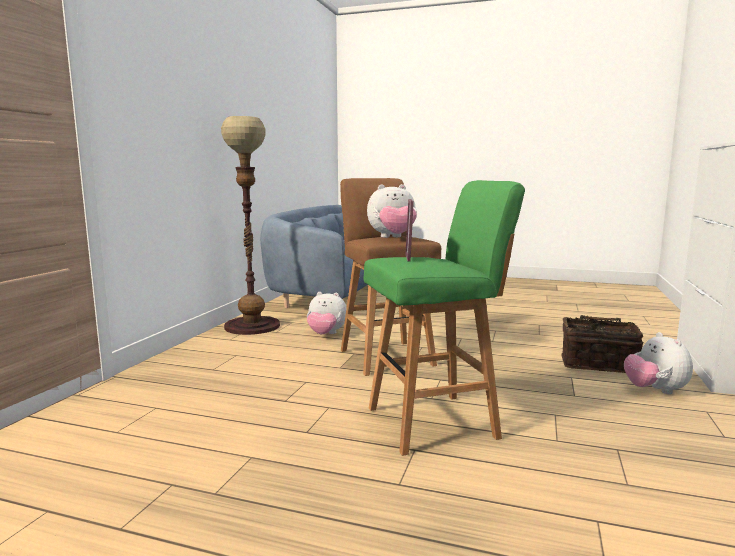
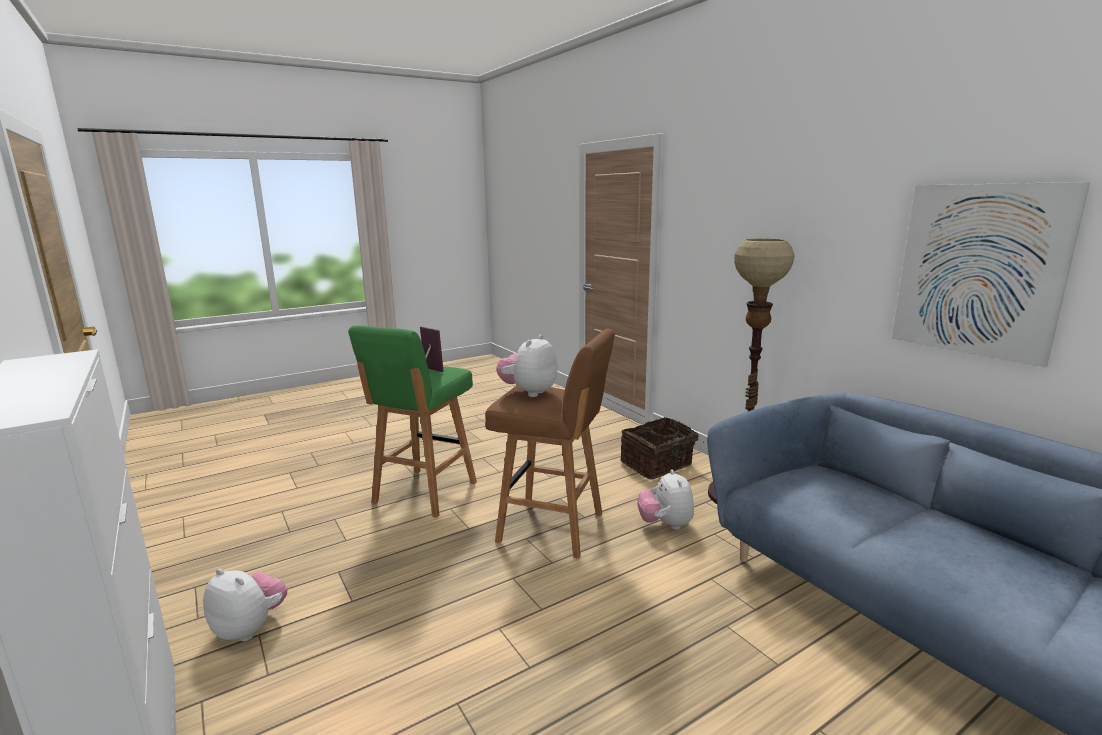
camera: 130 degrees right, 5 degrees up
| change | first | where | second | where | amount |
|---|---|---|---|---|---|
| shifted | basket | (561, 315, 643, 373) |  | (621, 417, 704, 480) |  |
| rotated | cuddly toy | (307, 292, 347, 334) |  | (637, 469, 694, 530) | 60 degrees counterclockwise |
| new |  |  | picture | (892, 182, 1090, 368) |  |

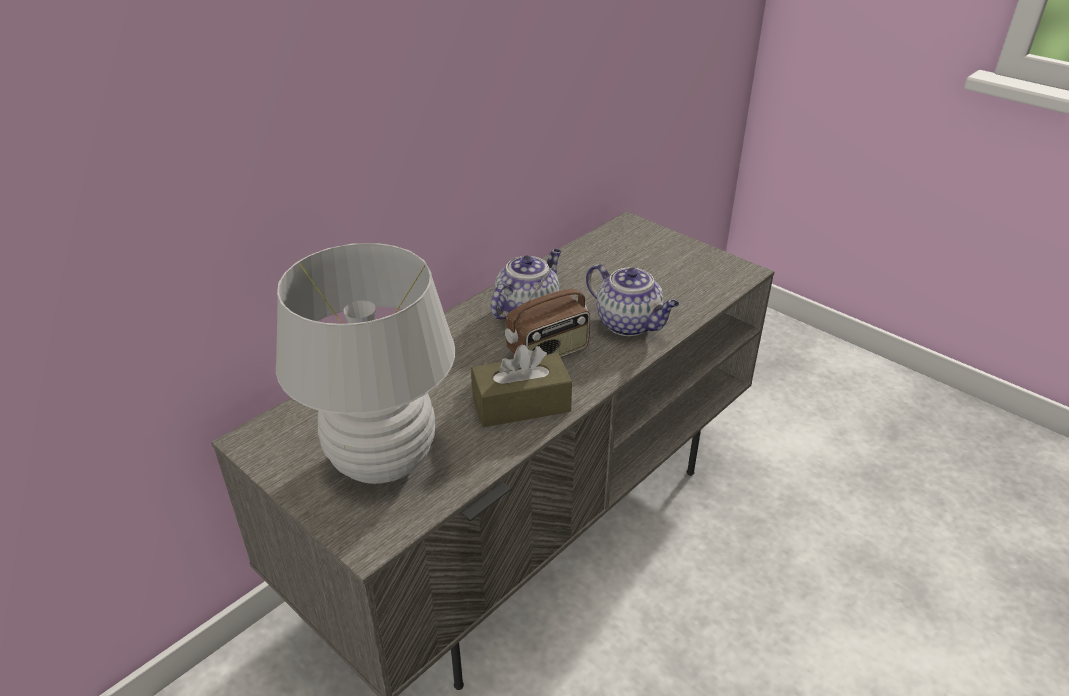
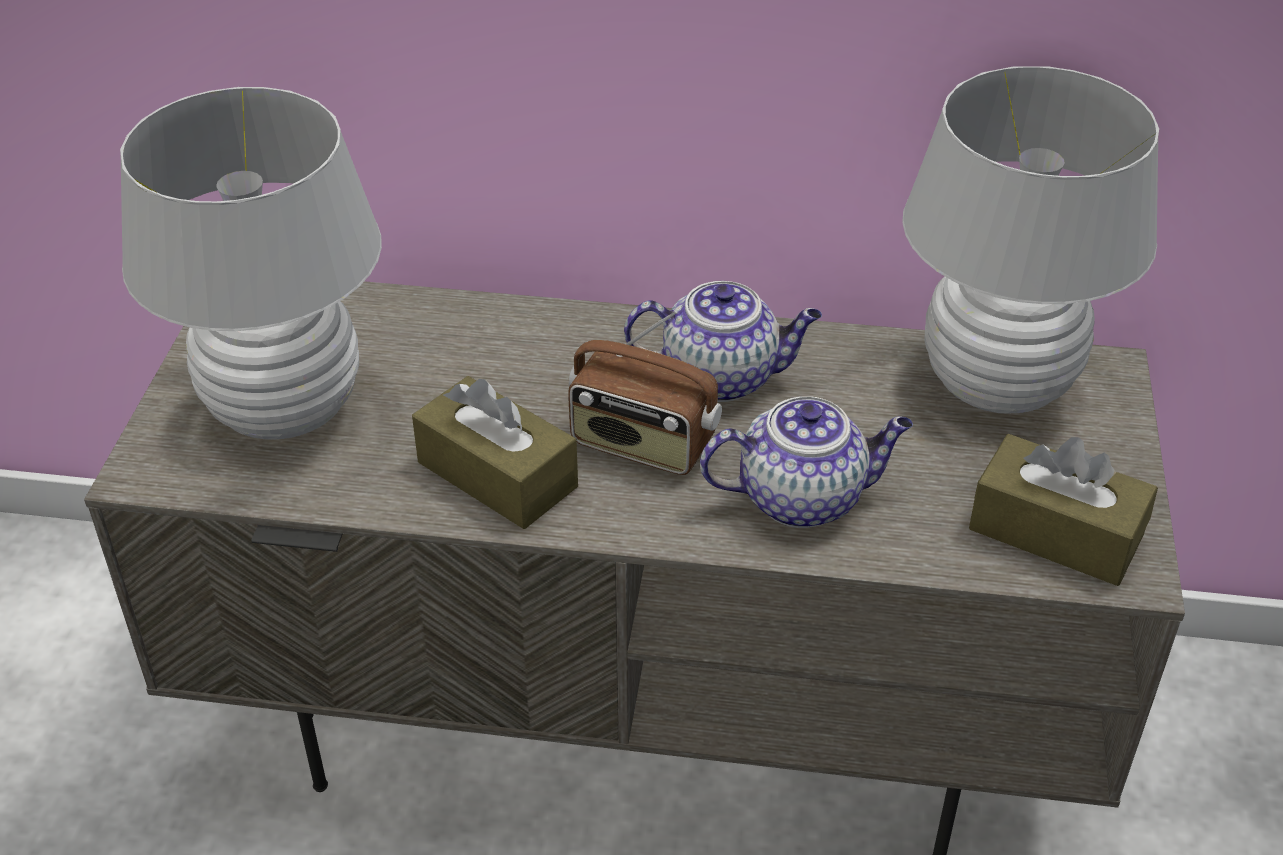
camera: 55 degrees right, 5 degrees up
| change | first | where | second | where | amount |
|---|---|---|---|---|---|
| rotated | tea pot | (586, 264, 679, 336) |  | (700, 396, 913, 528) | 105 degrees counterclockwise |
| new |  |  | table lamp/white-coloured | (902, 66, 1159, 413) |  |
| new |  |  | tissue box/brownish | (969, 434, 1158, 586) |  |

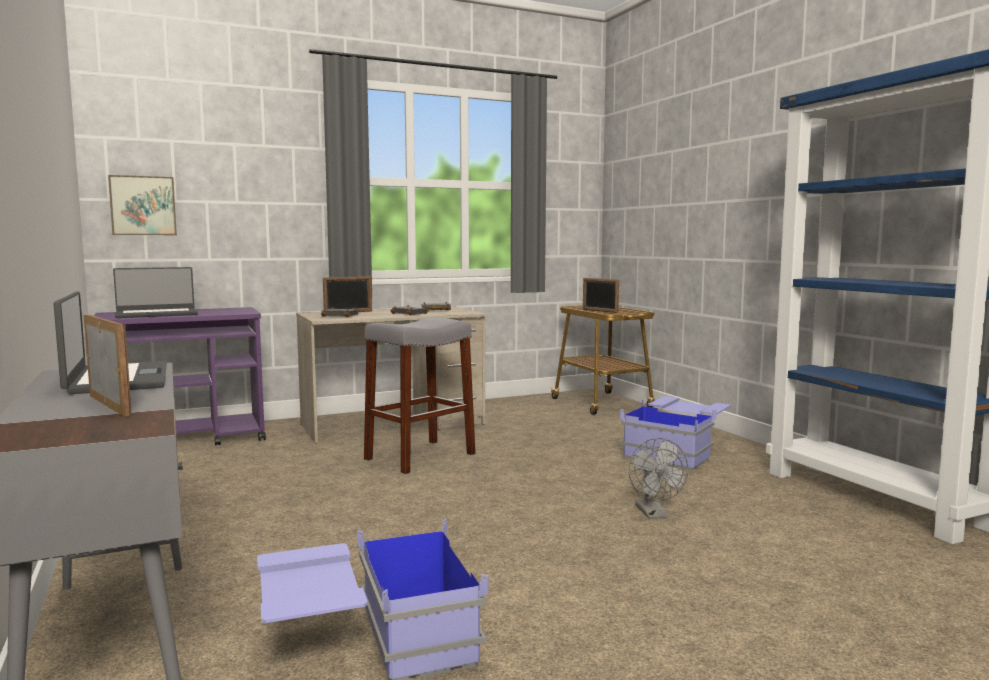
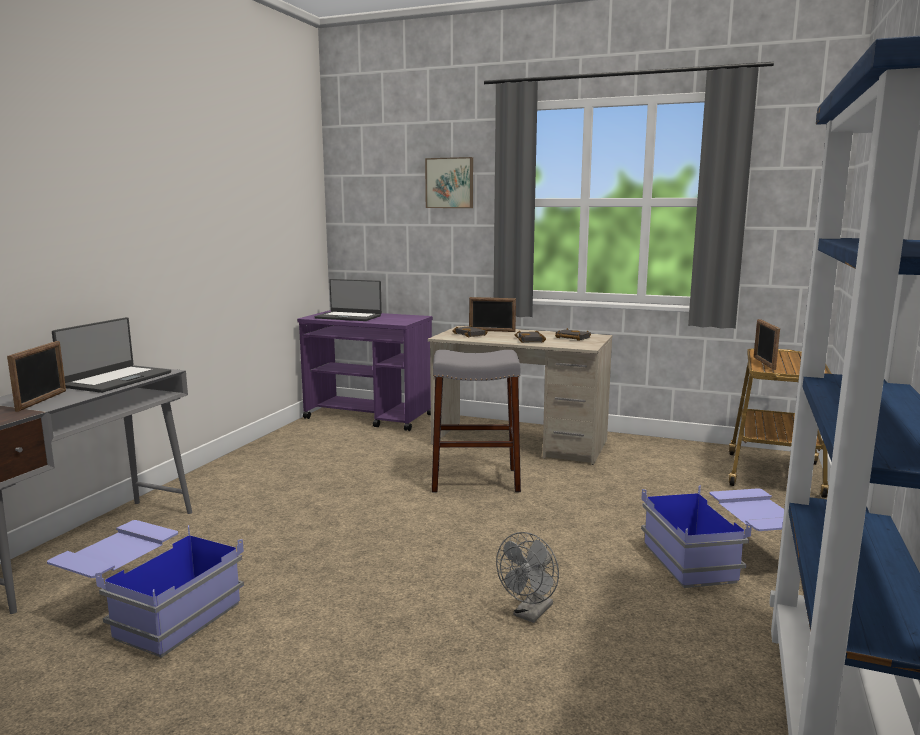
camera: 45 degrees right, 5 degrees up
| change | first | where | second | where | amount |
|---|---|---|---|---|---|
| shifted | picture | (108, 175, 177, 235) |  | (425, 157, 473, 208) |  |

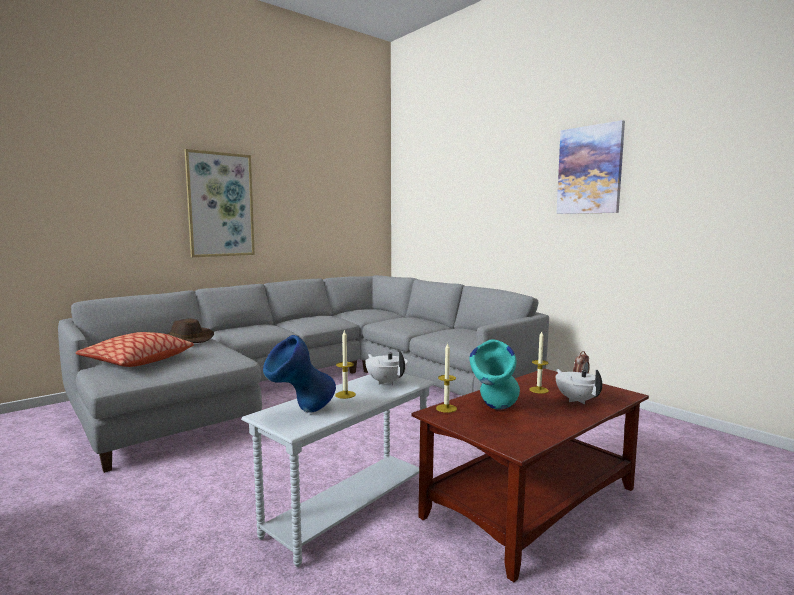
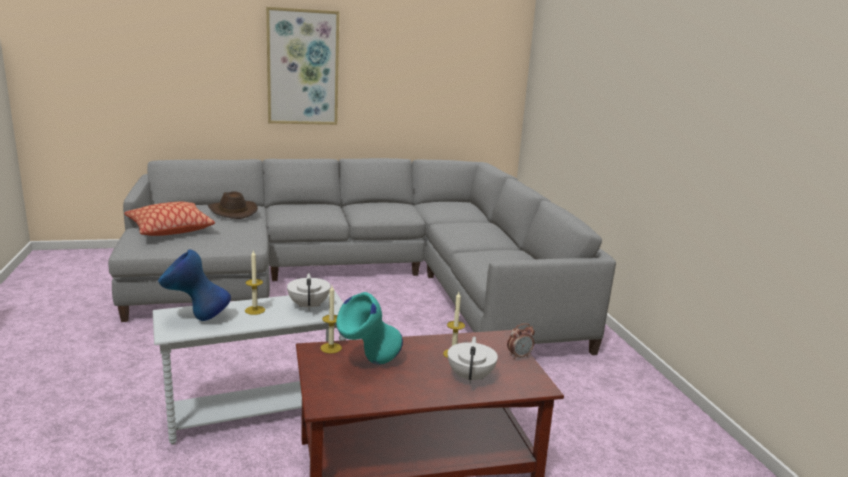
camera: 25 degrees right, 10 degrees up
| change | first | where | second | where | amount |
|---|---|---|---|---|---|
| gone | picture | (556, 120, 625, 214) |  |  |  |

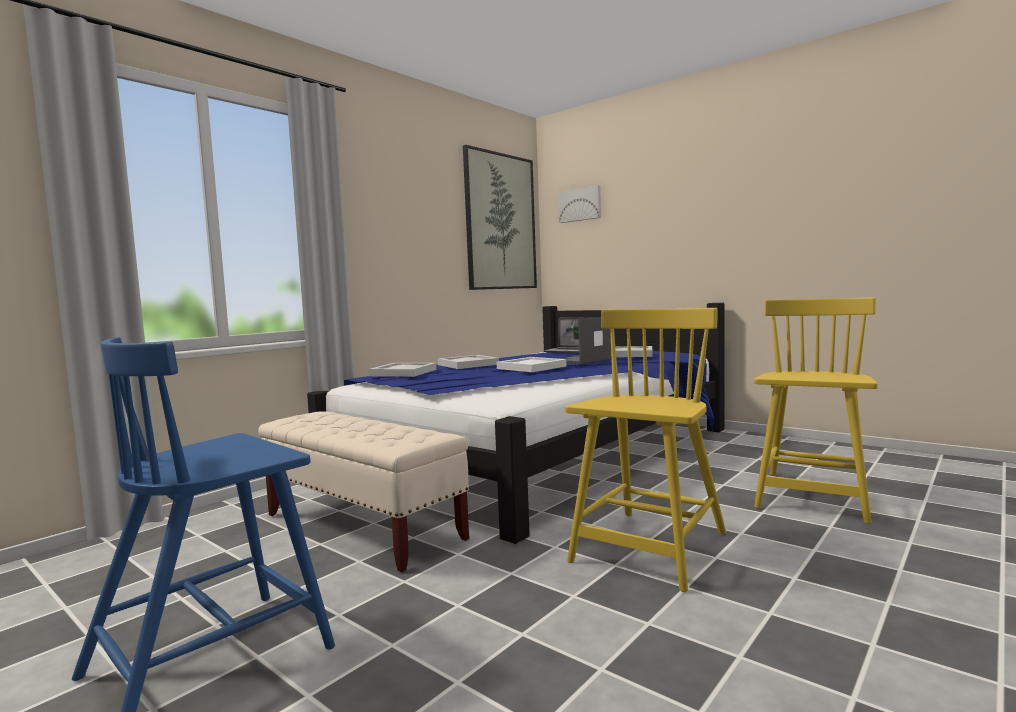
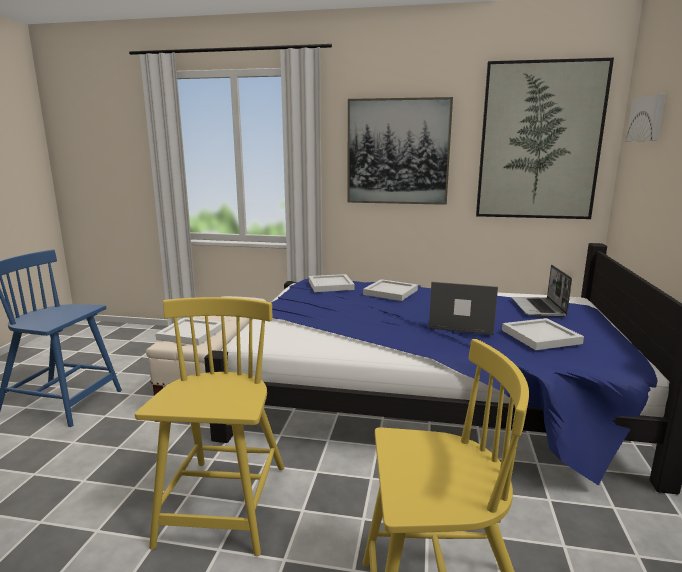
camera: 60 degrees right, 10 degrees up
| change | first | where | second | where | amount |
|---|---|---|---|---|---|
| rotated | plain chair/yellow | (565, 308, 726, 592) |  | (135, 297, 284, 556) | 90 degrees counterclockwise |
| shifted | serving tray/white-coloured | (497, 357, 566, 372) |  | (155, 318, 222, 345) |  |
| new |  |  | picture | (347, 97, 453, 205) |  |

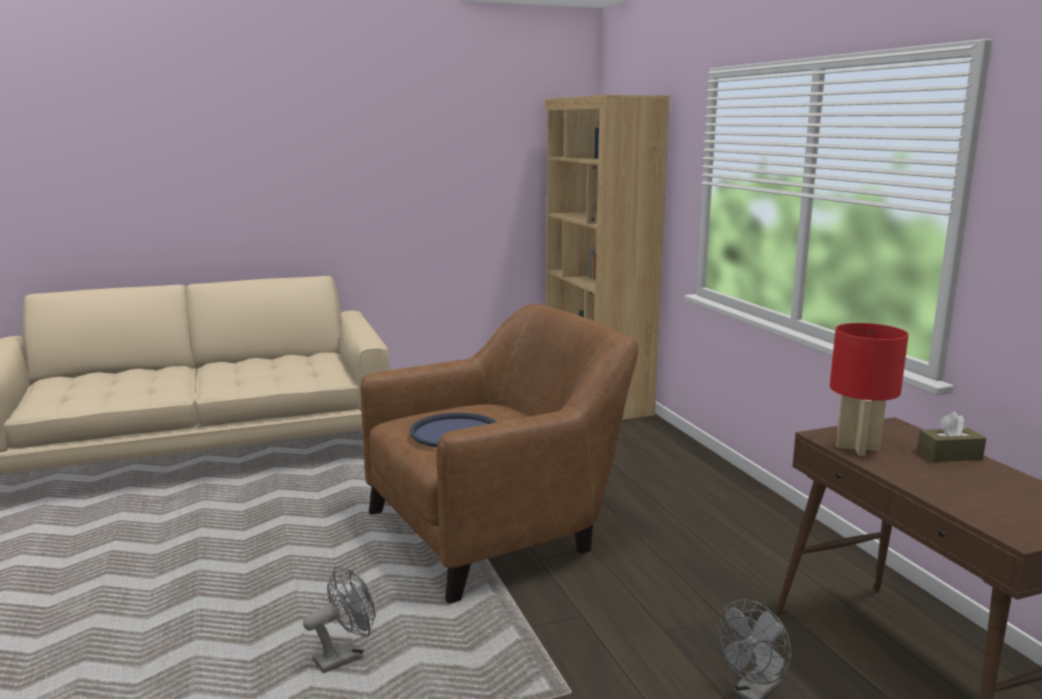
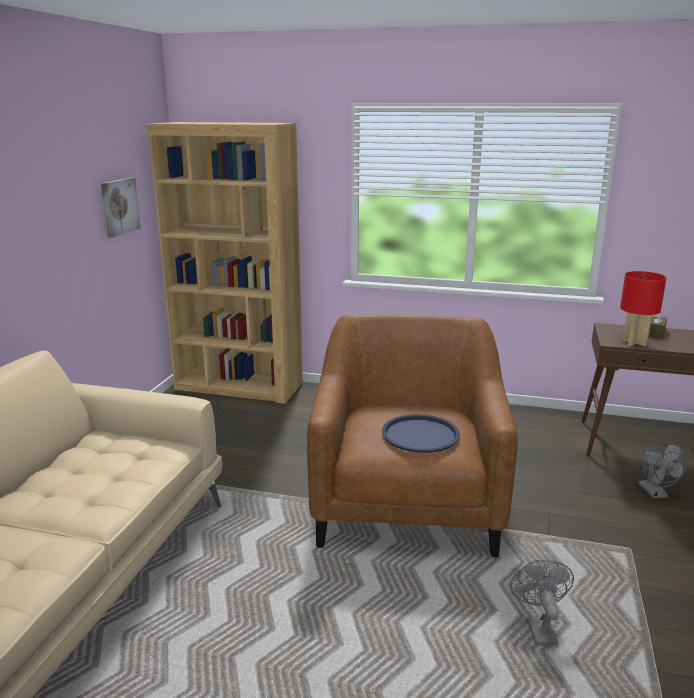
camera: 55 degrees left, 5 degrees up
| change | first | where | second | where | amount |
|---|---|---|---|---|---|
| new |  |  | picture | (101, 178, 141, 238) |  |

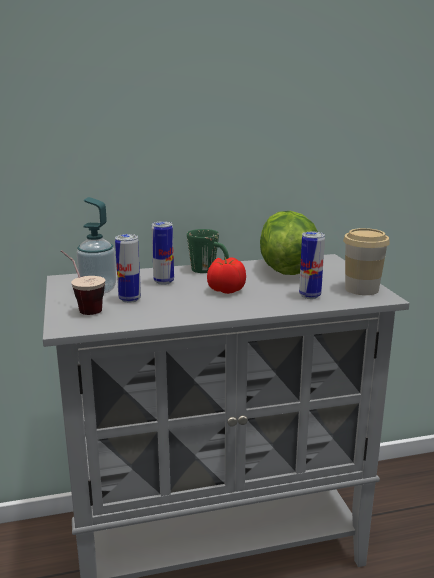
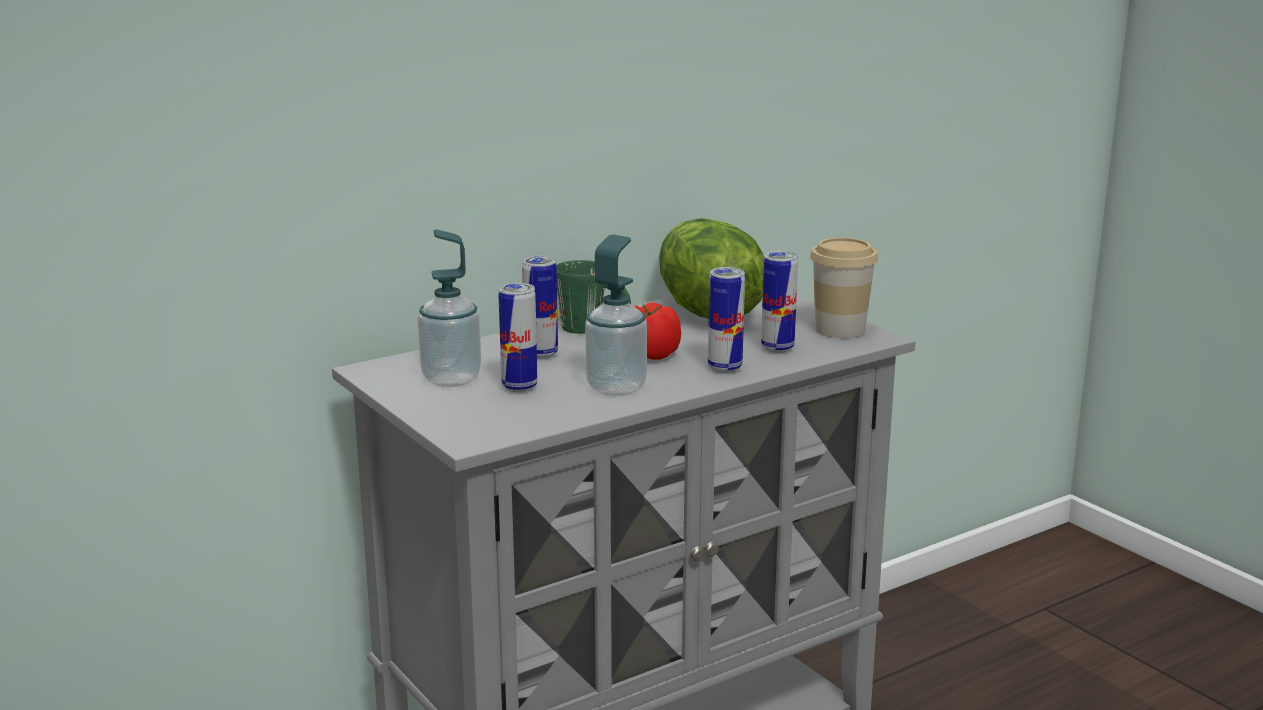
camera: 20 degrees left, 0 degrees up
| change | first | where | second | where | amount |
|---|---|---|---|---|---|
| new |  |  | soap dispenser | (585, 235, 647, 396) |  |
| new |  |  | metal can | (708, 267, 745, 373) |  |
| gone | drinking cup | (61, 250, 105, 315) |  |  |  |

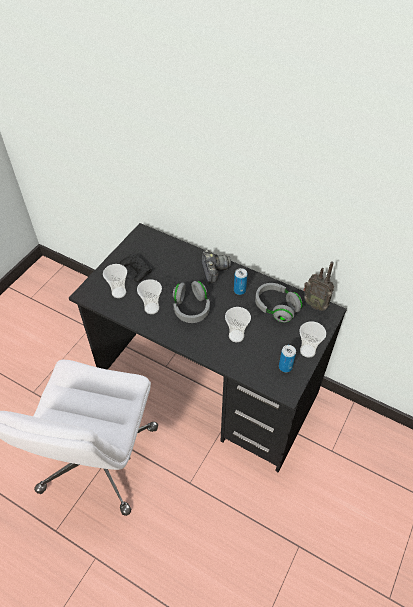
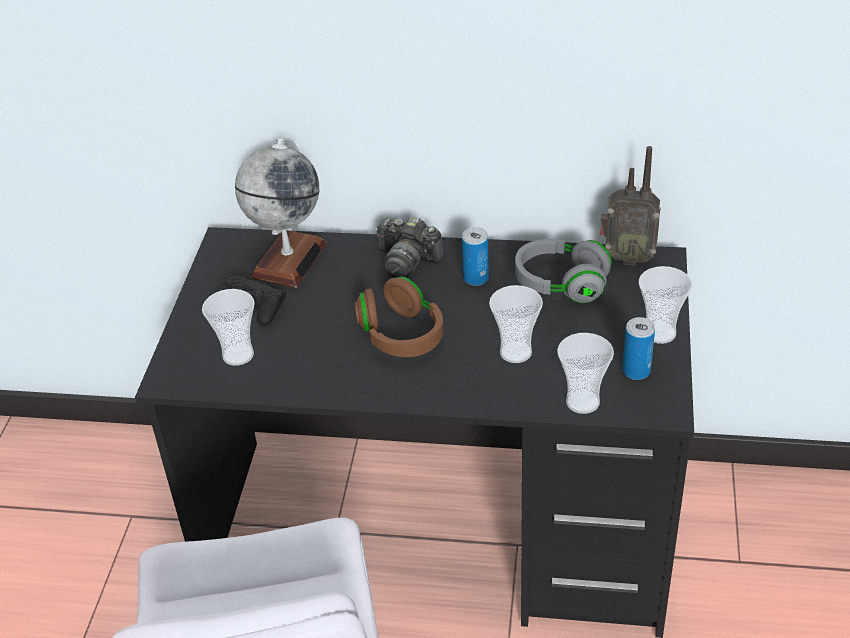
camera: 20 degrees left, 10 degrees down
| change | first | where | second | where | amount |
|---|---|---|---|---|---|
| new |  |  | world globe | (235, 137, 327, 288) |  |
| repainted | headset/gray | (173, 281, 210, 323) | headset/brownish | (355, 277, 444, 357) |  |
| rotated | photo camera | (202, 250, 231, 283) |  | (376, 216, 443, 278) | 150 degrees clockwise |
| shifted | drinking cup | (137, 279, 162, 314) |  | (557, 333, 614, 414) |  |

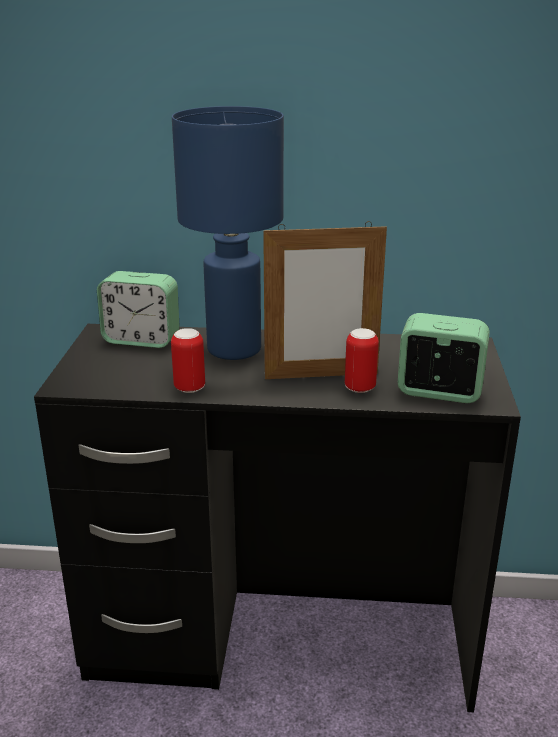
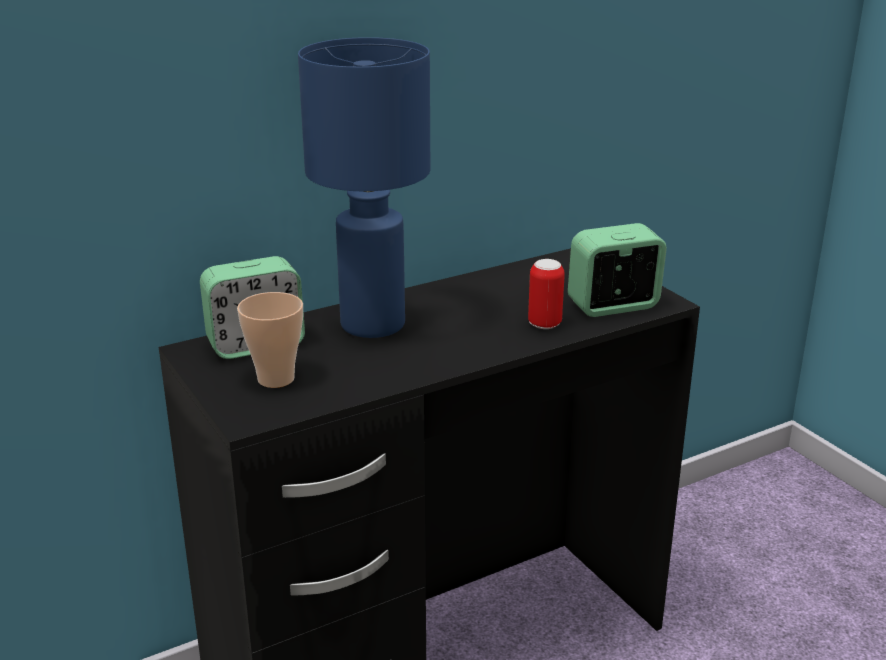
camera: 35 degrees left, 0 degrees up
| change | first | where | second | where | amount |
|---|---|---|---|---|---|
| new |  |  | drinking cup | (237, 292, 303, 388) |  |
| gone | metal can | (171, 328, 205, 393) |  |  |  |
| gone | photo frame | (263, 221, 387, 379) |  |  |  |

